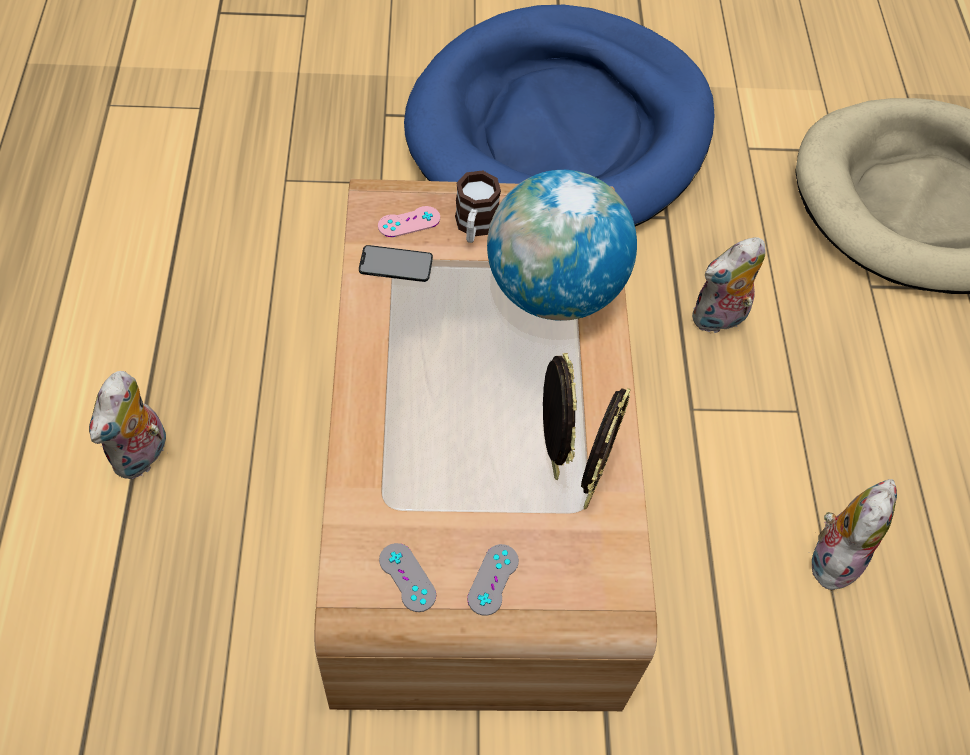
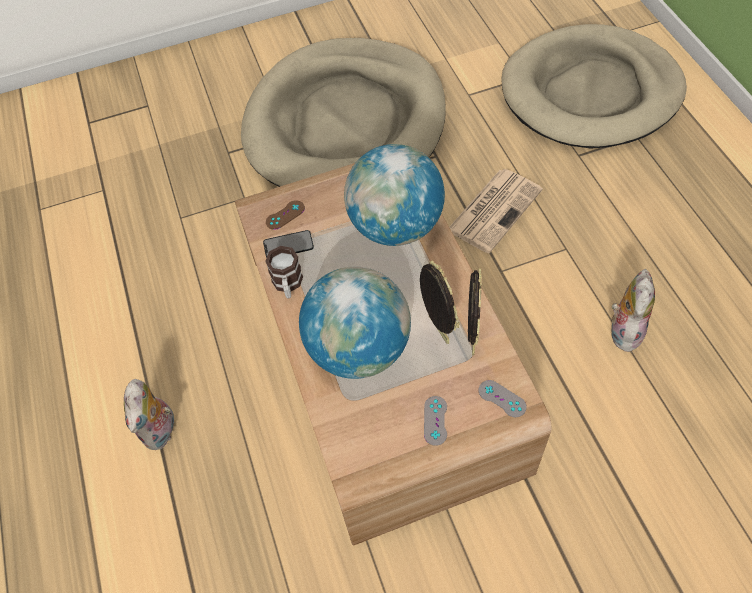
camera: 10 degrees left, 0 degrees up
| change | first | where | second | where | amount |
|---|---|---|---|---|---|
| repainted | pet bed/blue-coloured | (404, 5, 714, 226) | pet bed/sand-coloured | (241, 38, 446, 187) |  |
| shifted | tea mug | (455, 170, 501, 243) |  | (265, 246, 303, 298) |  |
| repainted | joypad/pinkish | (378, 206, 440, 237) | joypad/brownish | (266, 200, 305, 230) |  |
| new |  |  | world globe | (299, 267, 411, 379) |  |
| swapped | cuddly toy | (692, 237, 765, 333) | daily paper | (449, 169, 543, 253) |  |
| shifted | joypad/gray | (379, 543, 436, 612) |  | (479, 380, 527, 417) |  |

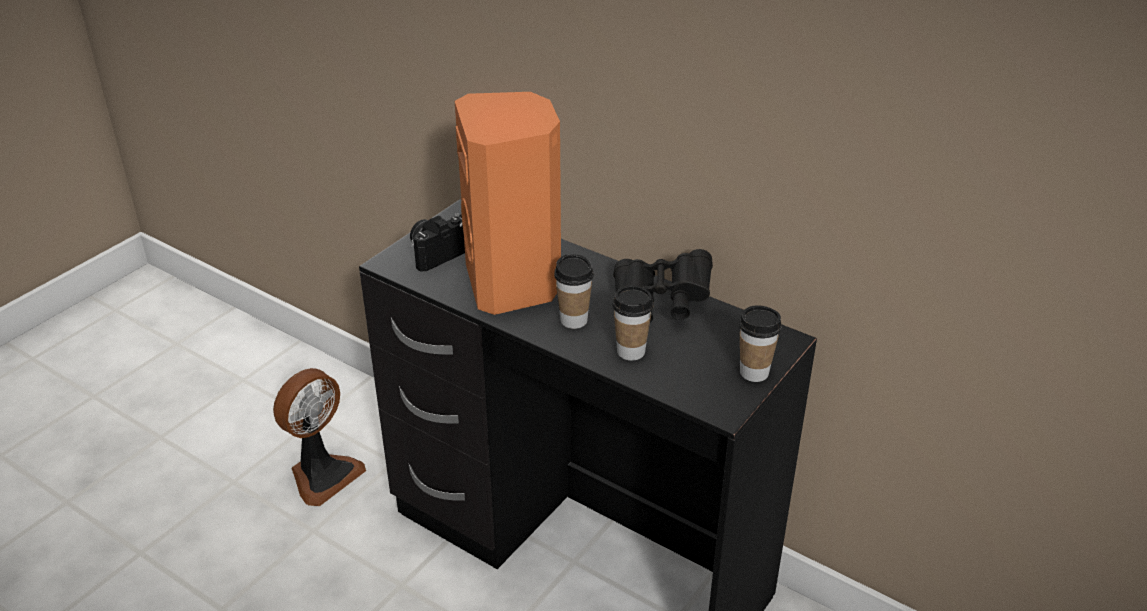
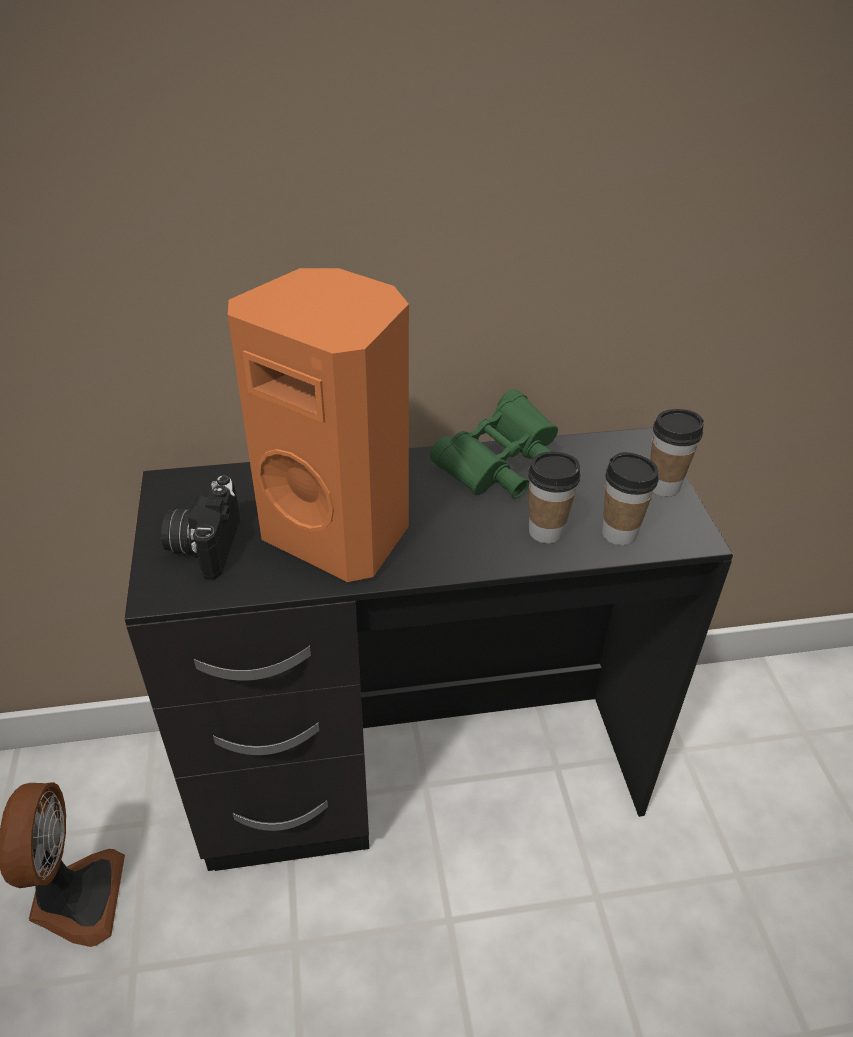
camera: 45 degrees left, 5 degrees up
| change | first | where | second | where | amount |
|---|---|---|---|---|---|
| repainted | field glasses/black | (613, 249, 713, 322) | field glasses/green | (430, 389, 558, 499) |  |
| shifted | drinking cup | (554, 254, 594, 329) |  | (602, 452, 659, 546) |  |

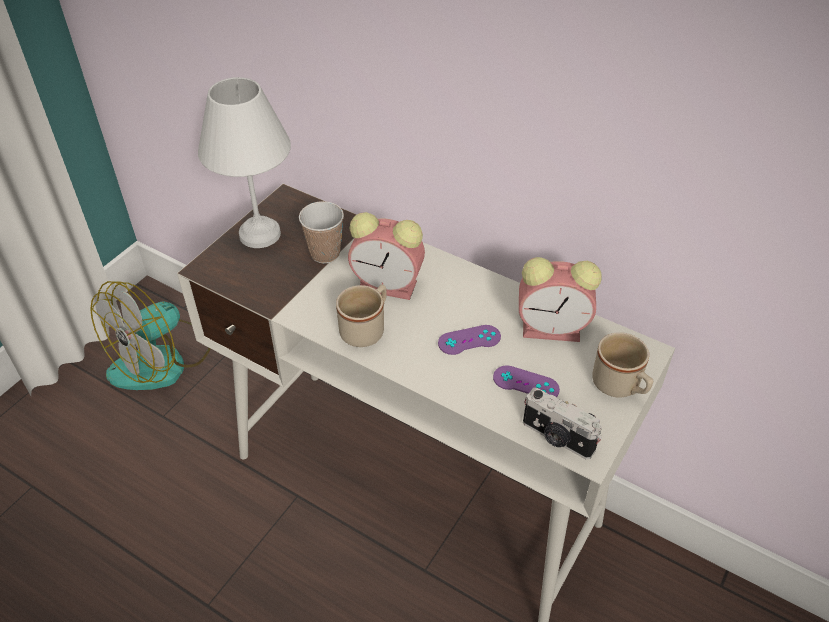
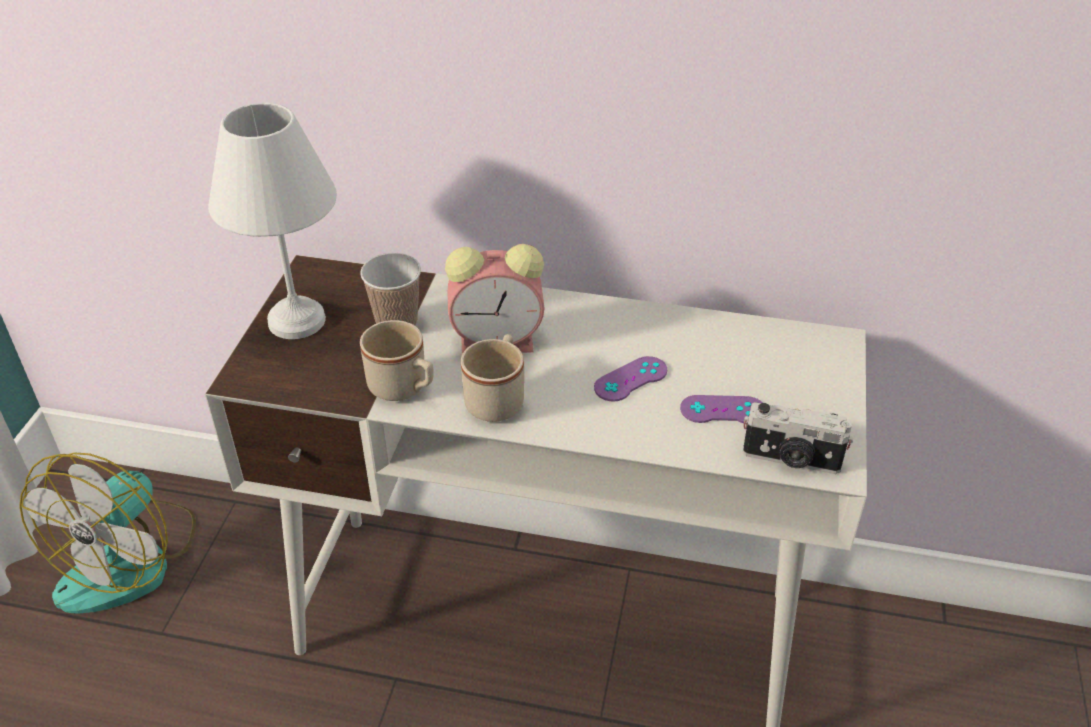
camera: 20 degrees left, 5 degrees down
| change | first | where | second | where | amount |
|---|---|---|---|---|---|
| shifted | tea mug/sand-coloured | (592, 332, 654, 398) |  | (360, 320, 434, 401) |  |
| gone | table clock | (519, 257, 602, 342) |  |  |  |

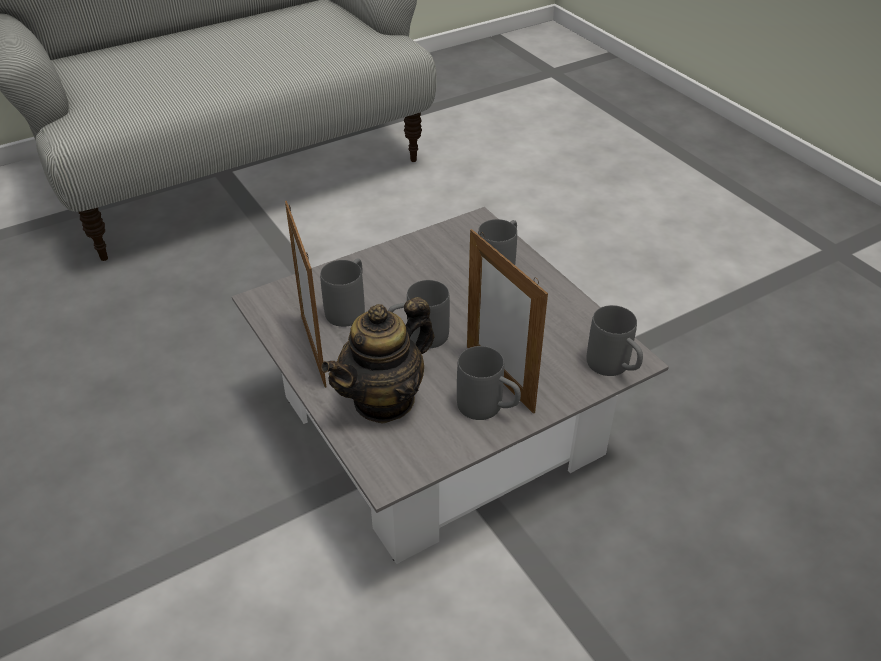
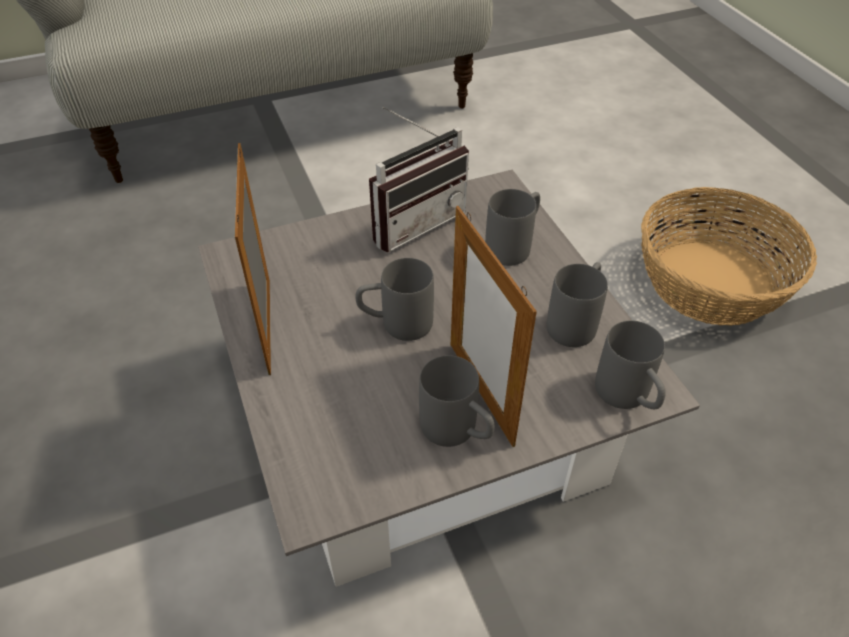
camera: 10 degrees right, 5 degrees up
| change | first | where | second | where | amount |
|---|---|---|---|---|---|
| new |  |  | radio | (369, 107, 469, 252) |  |
| shifted | tea mug/gray | (320, 258, 365, 327) |  | (547, 262, 608, 347) |  |
| new |  |  | basket | (641, 187, 817, 326) |  |
| gone | tea pot | (321, 297, 435, 424) |  |  |  |

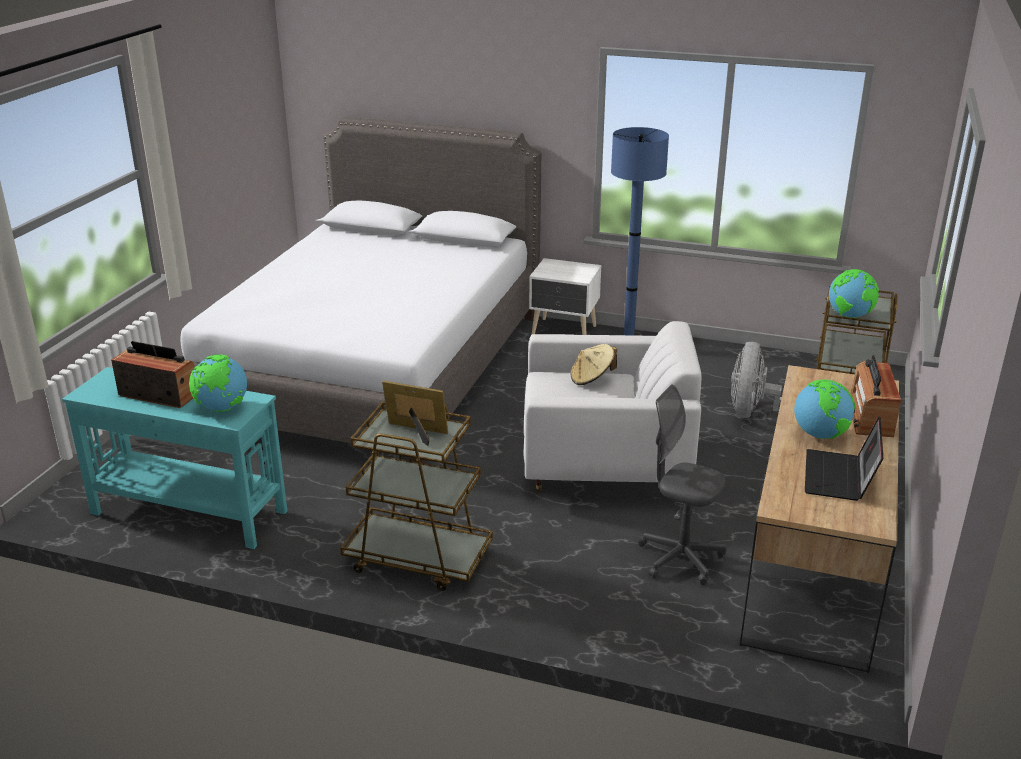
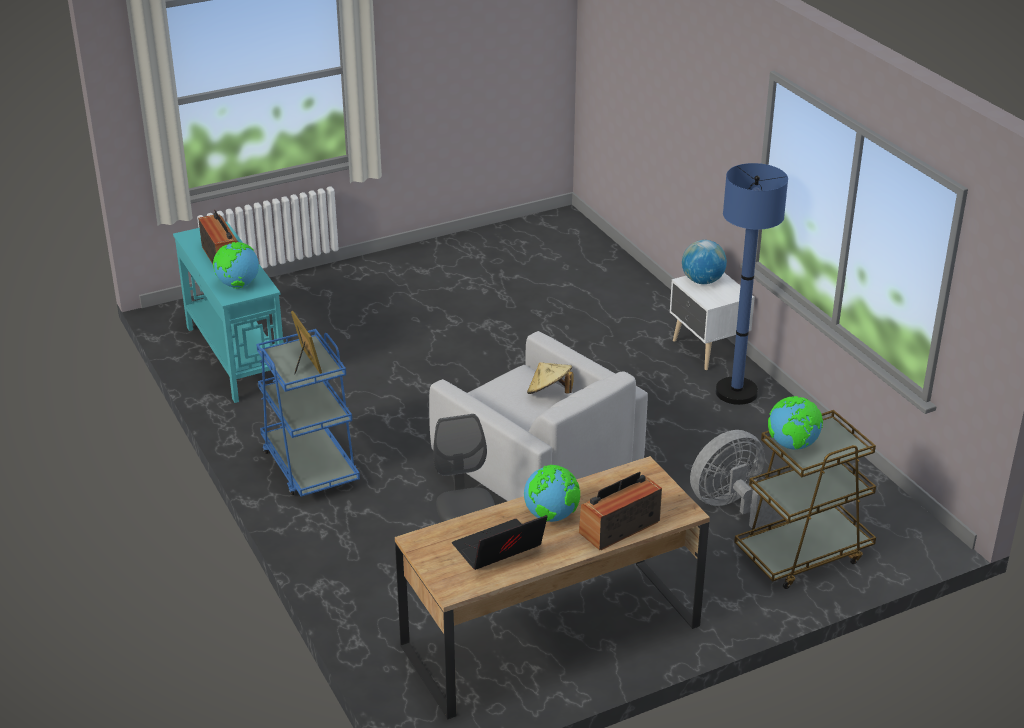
camera: 45 degrees right, 5 degrees up
| change | first | where | second | where | amount |
|---|---|---|---|---|---|
| repainted | cart/brownish | (340, 401, 493, 591) | cart/blue-coloured | (256, 329, 360, 497) |  |
| new |  |  | world globe | (682, 240, 727, 284) |  |
| gone | bed/gray | (181, 117, 542, 464) |  |  |  |

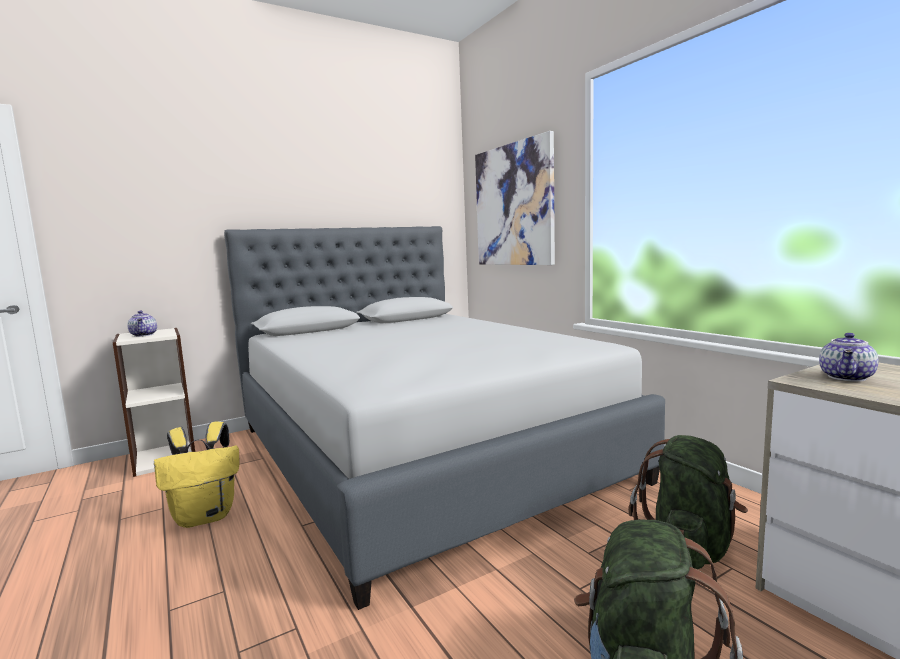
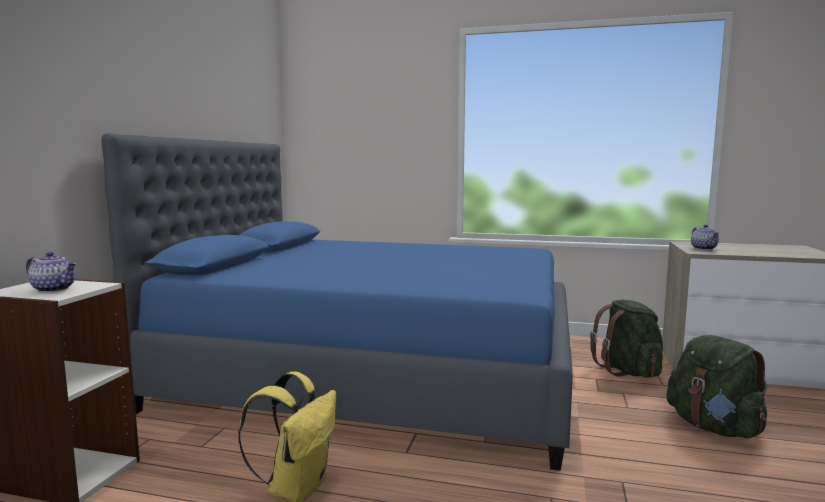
camera: 45 degrees left, 0 degrees up
| change | first | where | second | where | amount |
|---|---|---|---|---|---|
| repainted | bed/gray | (224, 226, 665, 610) | bed/blue-coloured | (101, 133, 573, 471) |  |
| gone | picture | (475, 131, 555, 265) |  |  |  |

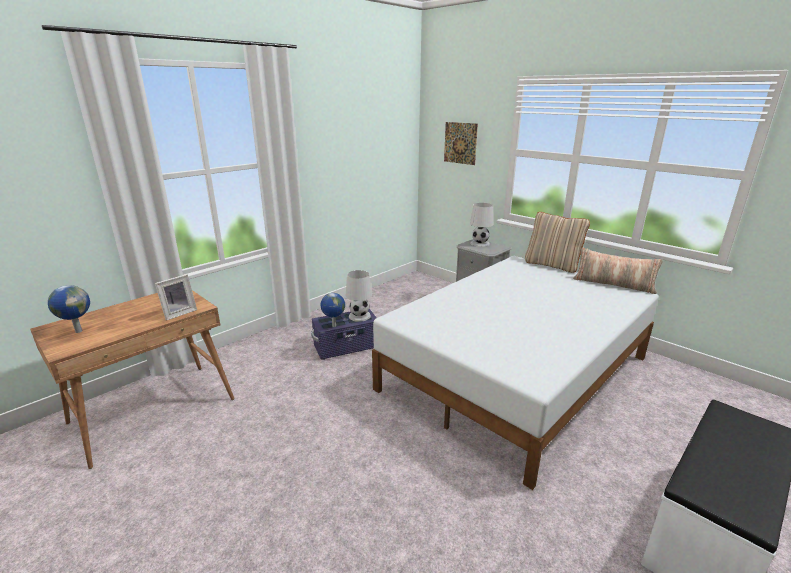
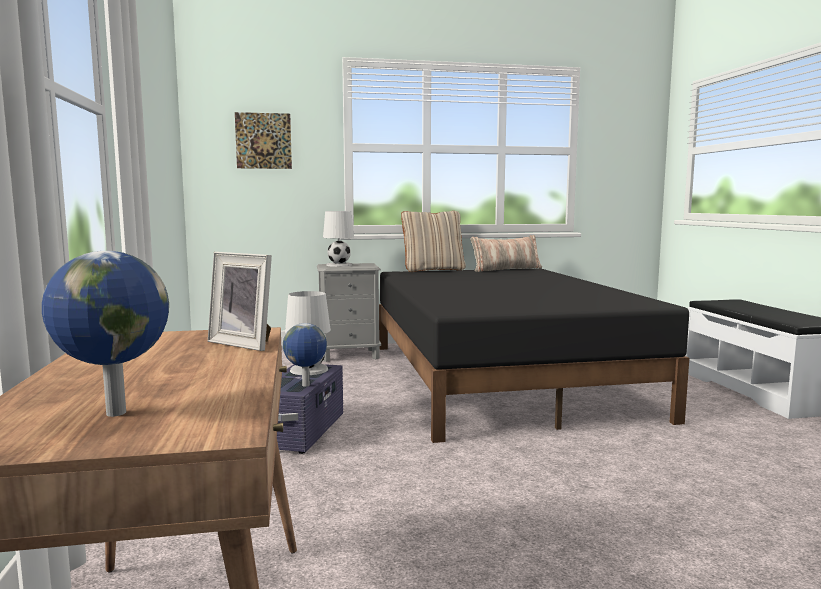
camera: 55 degrees left, 15 degrees down
| change | first | where | second | where | amount |
|---|---|---|---|---|---|
| rotated | photo frame | (155, 274, 197, 321) |  | (208, 252, 272, 351) | 135 degrees clockwise |
| repainted | bed/white-coloured | (372, 256, 659, 490) | bed/black | (379, 268, 689, 443) |  |

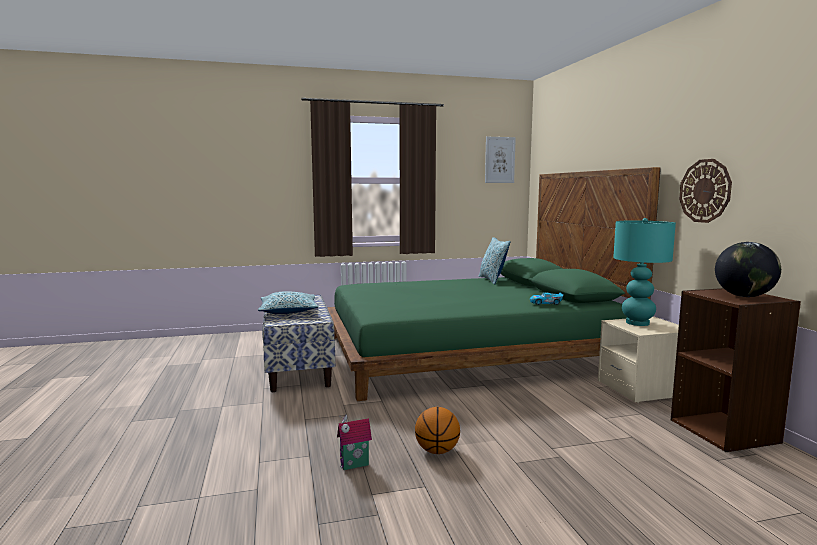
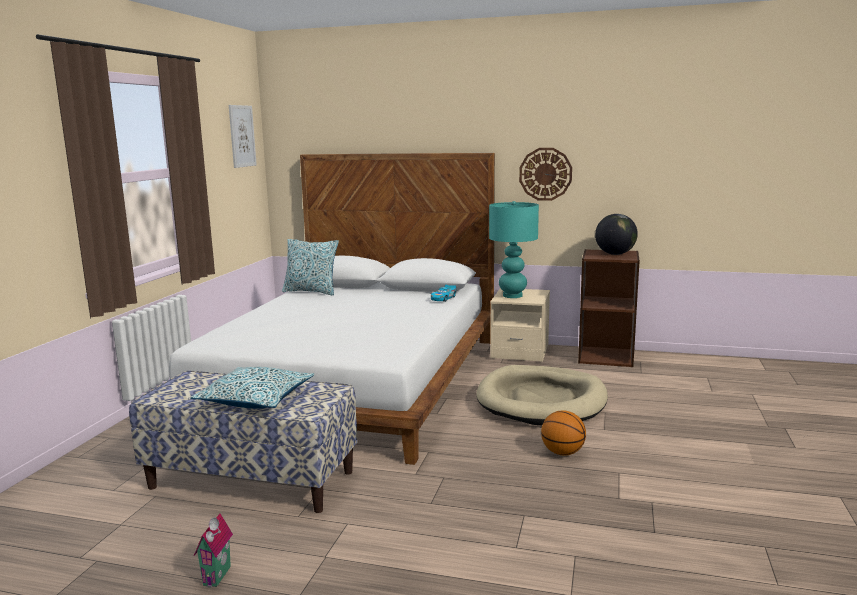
camera: 60 degrees left, 5 degrees up
| change | first | where | second | where | amount |
|---|---|---|---|---|---|
| repainted | bed/green | (327, 167, 661, 401) | bed/white-coloured | (169, 153, 495, 465) |  |
| shifted | model house | (337, 415, 372, 470) |  | (194, 513, 233, 588) |  |
| new |  |  | pet bed/sand-coloured | (476, 365, 608, 425) |  |

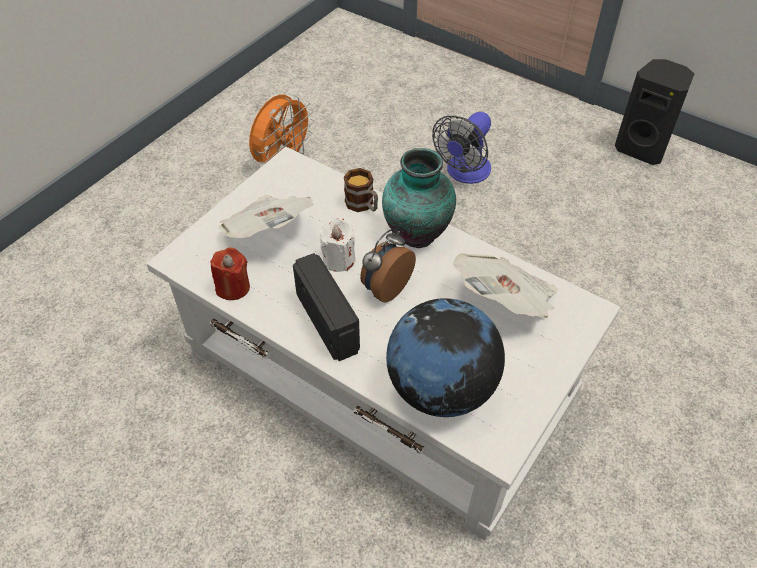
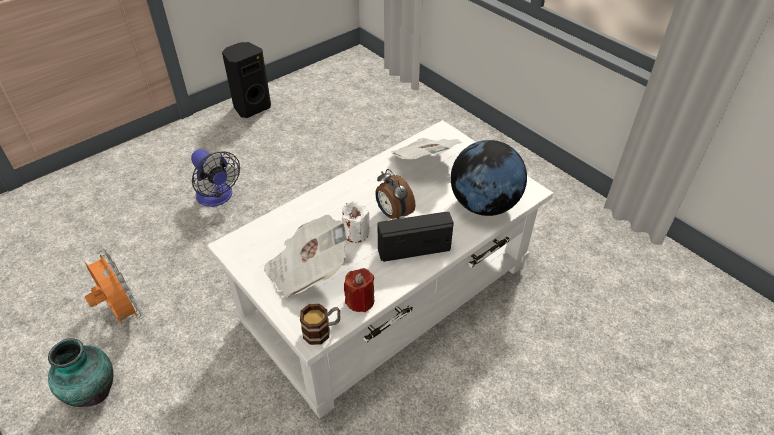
camera: 75 degrees left, 5 degrees down
| change | first | where | second | where | amount |
|---|---|---|---|---|---|
| shifted | vase | (382, 148, 456, 248) |  | (48, 338, 114, 407) |  |
| shifted | tea mug | (344, 168, 378, 212) |  | (300, 304, 340, 345) |  |

